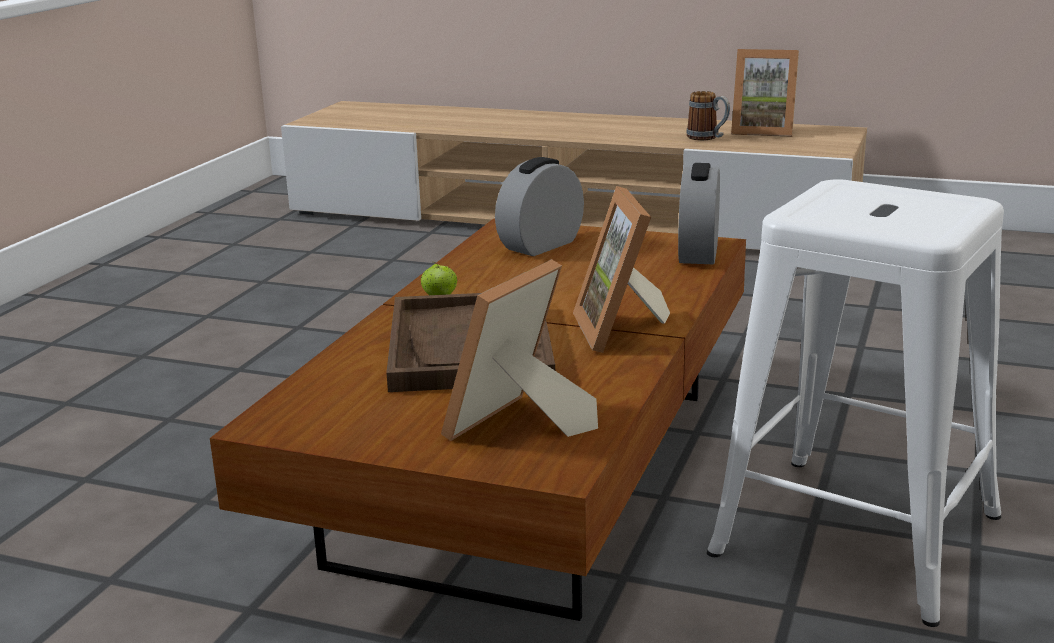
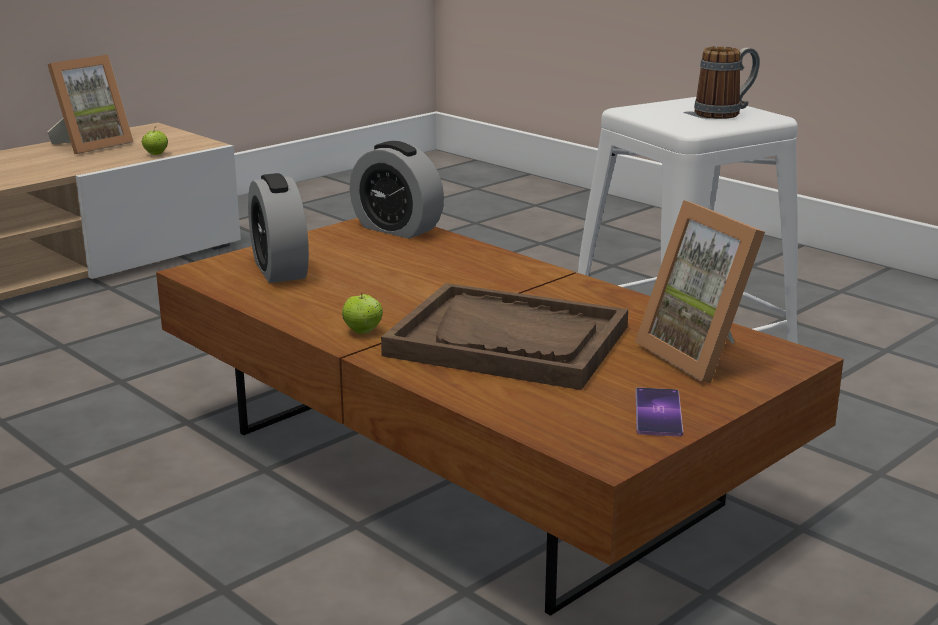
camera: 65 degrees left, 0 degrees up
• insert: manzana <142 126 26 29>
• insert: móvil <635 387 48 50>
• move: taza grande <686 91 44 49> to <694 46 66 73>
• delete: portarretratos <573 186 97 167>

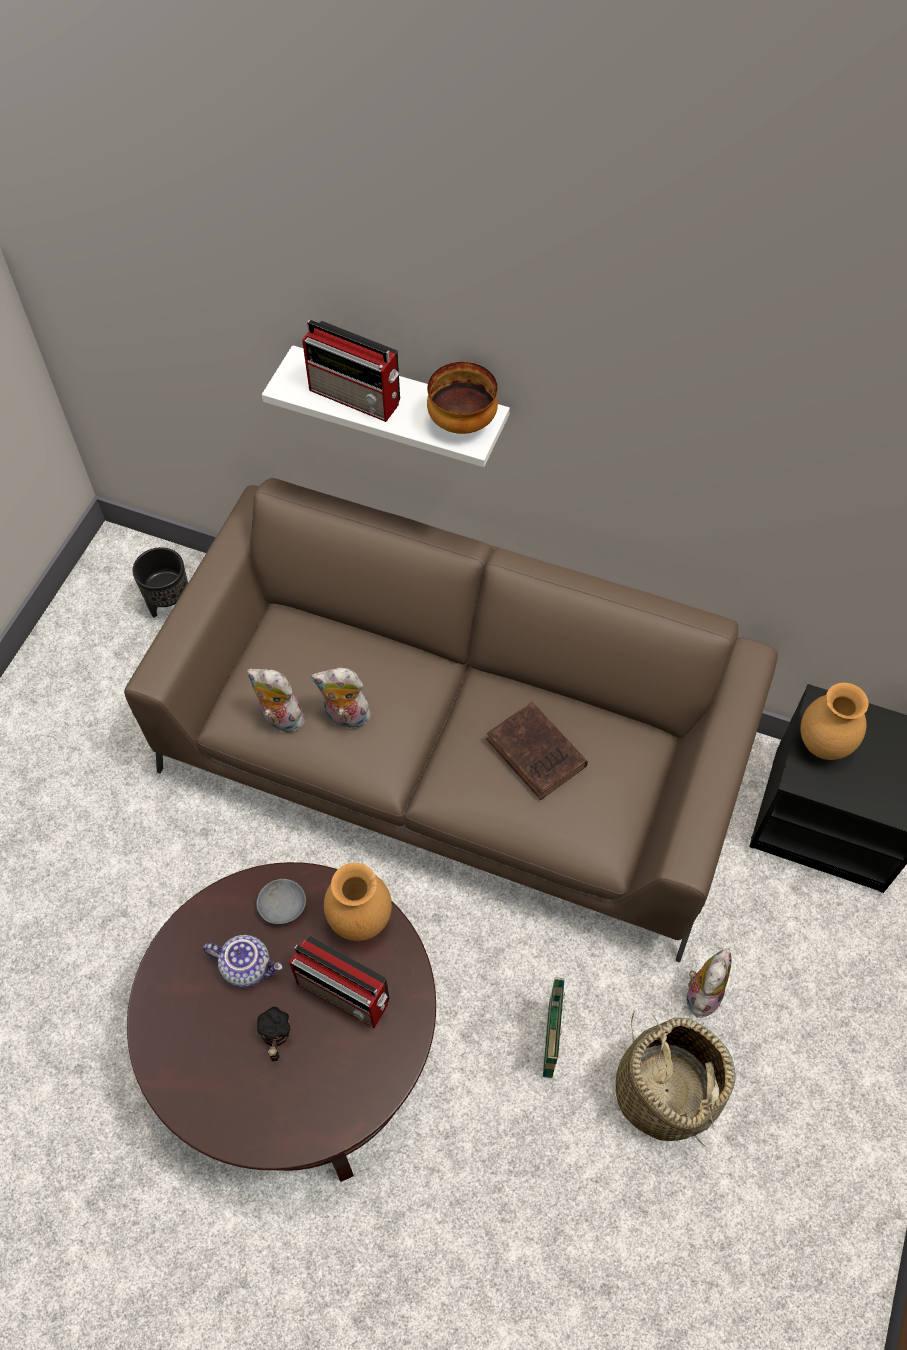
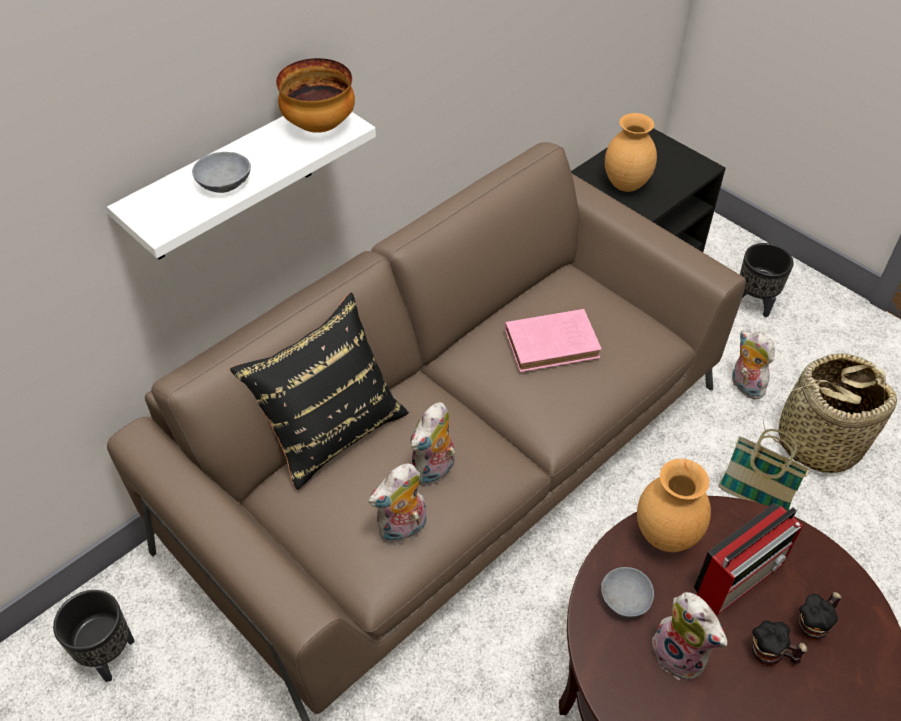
camera: 65 degrees left, 10 degrees down
• replace: radio <302 320 98 102> to cuenco/gris <192 152 59 41>
• insert: cojín/negro <230 292 179 198>
• recolor: libro/marrón <486 702 102 98> to libro/rosa <505 309 97 63>
• replace: tetera <203 935 80 53> to peluche <652 592 75 88>
• insert: maceta/negro <740 243 54 75>
• insert: taza grande <798 592 44 48>

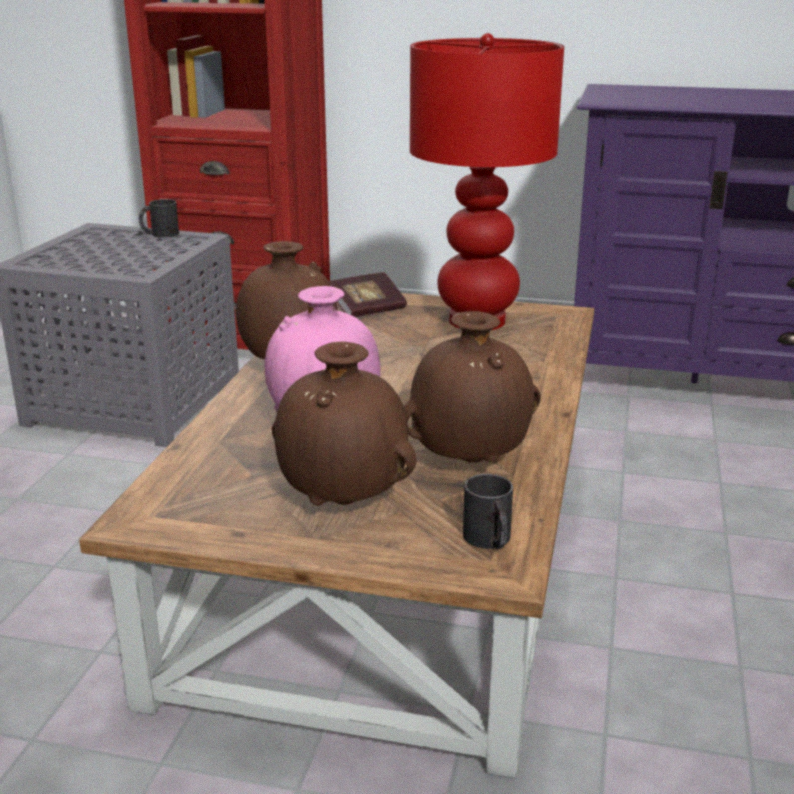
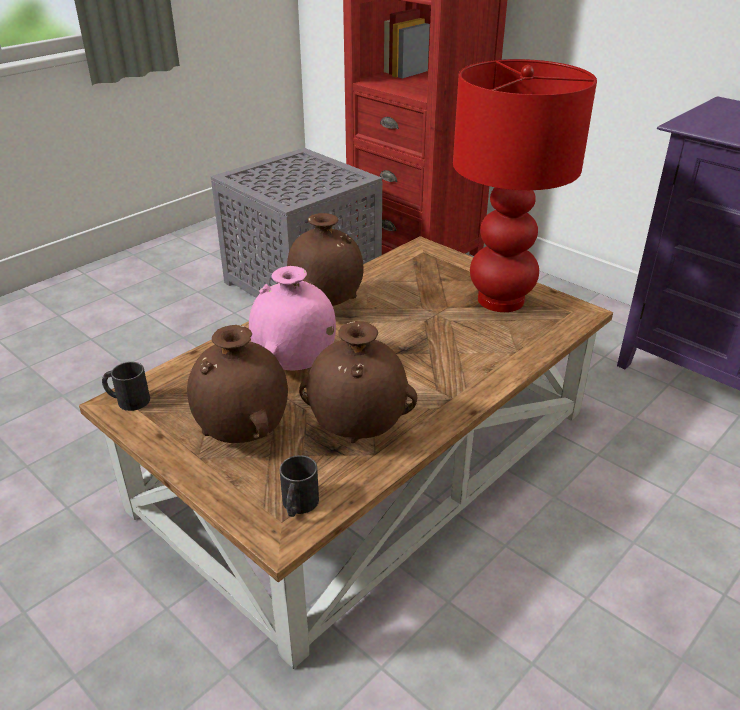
camera: 30 degrees right, 10 degrees up
• move: taza grande/negro <139 199 40 39> to <102 362 48 49>
• delete: libro <329 272 78 45>

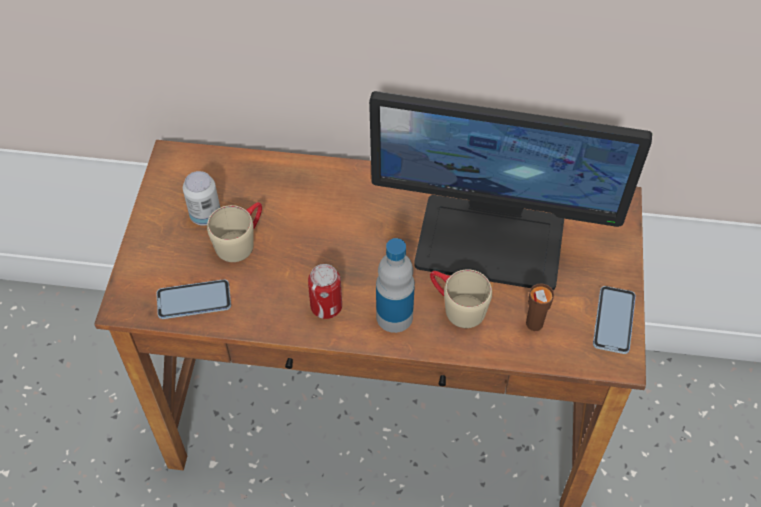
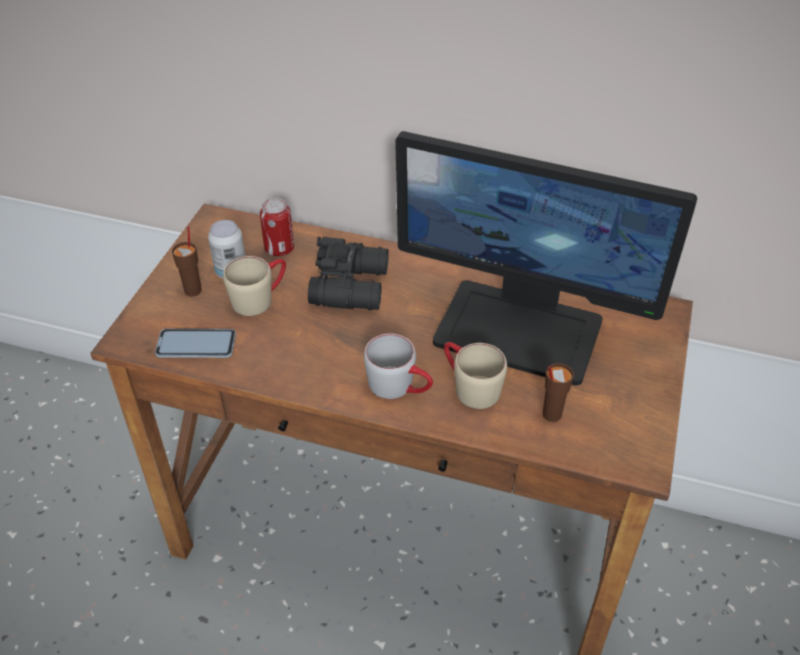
camera: 10 degrees right, 10 degrees down
• insert: taza/marrón <172 226 30 71>
• move: lata <308 264 34 55> to <260 198 34 58>
• insert: prismáticos/negro <308 237 81 74>
• replace: botella <376 238 39 95> to taza grande/gris <364 334 69 65>
• delete: móvil <593 286 43 68>

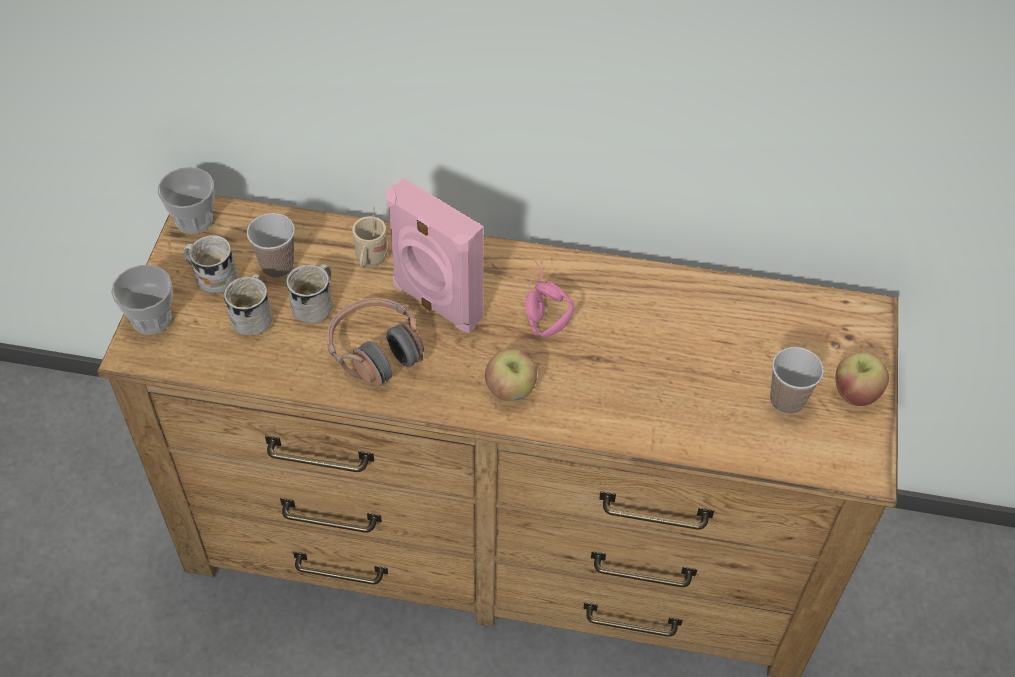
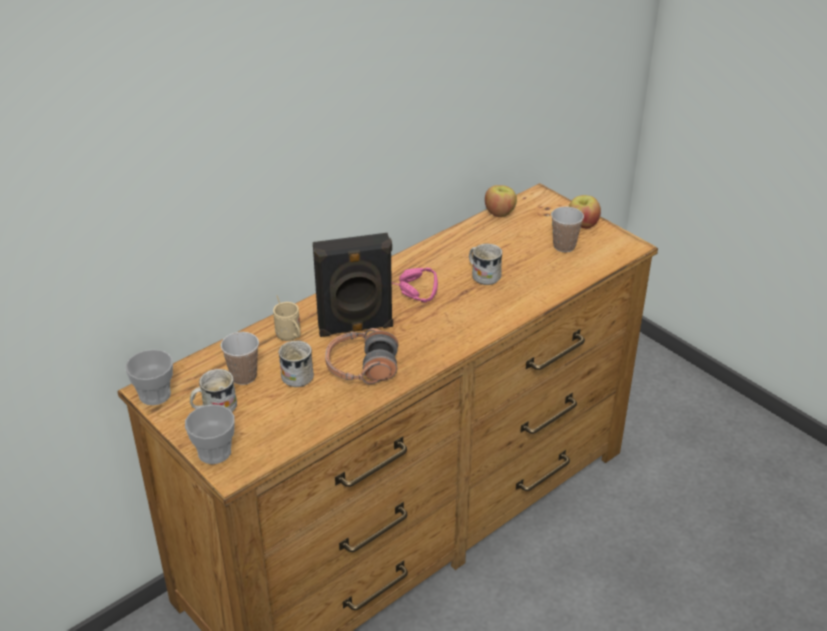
camera: 50 degrees left, 15 degrees down
• recolor: altavoz/rosa <386 178 98 155> to altavoz/negro <313 233 80 104>
• move: taza grande/blanco <224 275 49 61> to <469 244 33 41>
• move: manzana <485 348 52 53> to <485 185 32 32>

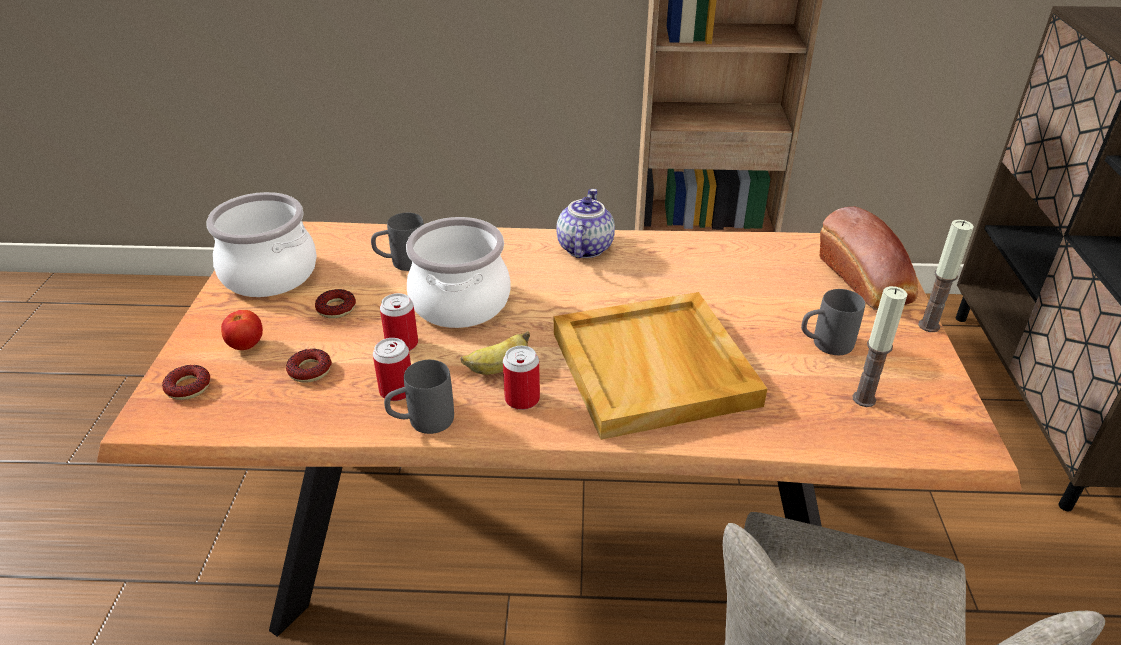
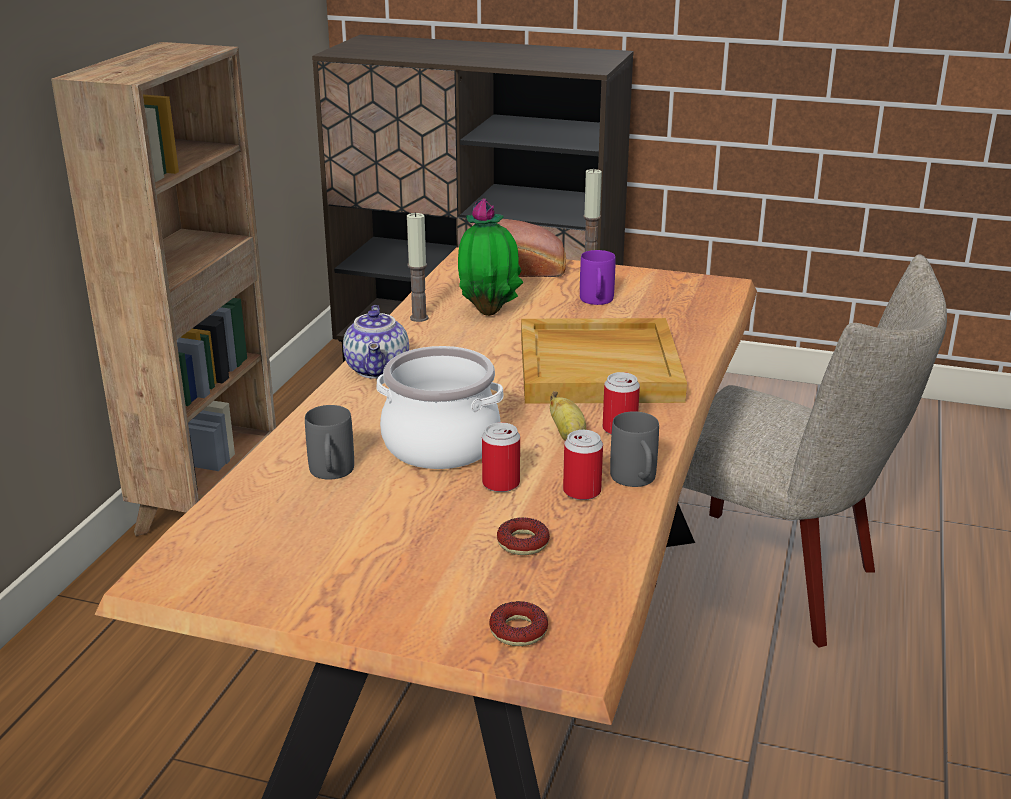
camera: 75 degrees left, 10 degrees down
• rotate: tetera <557 189 58 69> = <343 305 66 74> 120 degrees counterclockwise
• move: vela <853 286 54 121> to <407 212 22 110>
• insert: planta en maceta <458 198 65 118>
• recolor: taza grande/gris <801 289 64 66> to taza grande/morado <580 250 35 55>
• delete: olla <206 192 111 105>
• delete: tomate <221 310 42 40>
• delete: rosquilla <315 289 41 29>

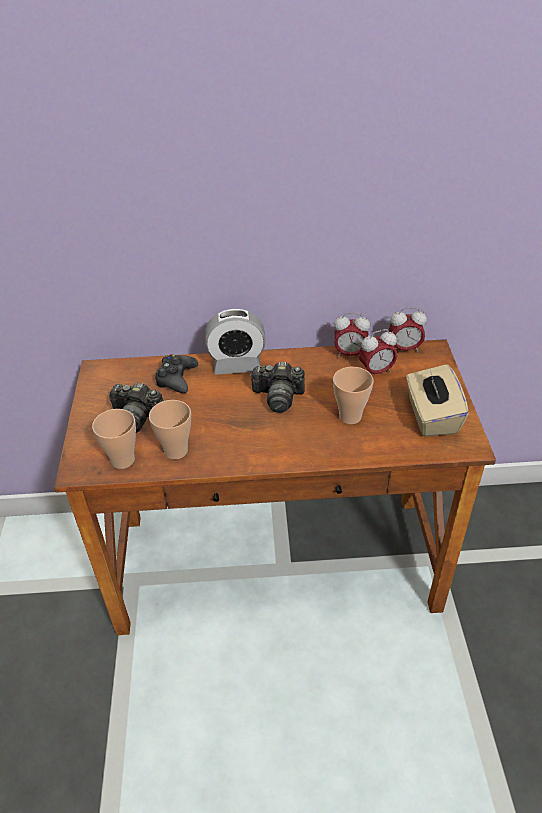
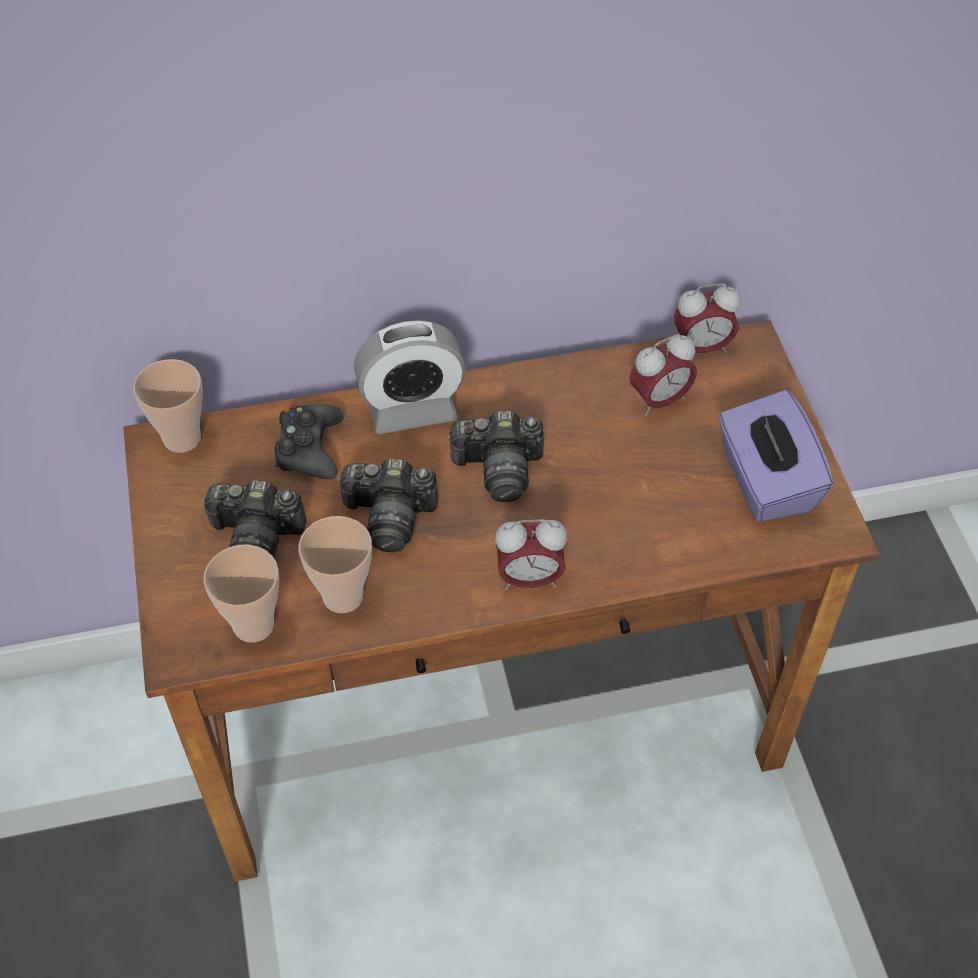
camera: 10 degrees left, 10 degrees up
• move: taza <333 367 41 57> to <133 359 69 94>
• insert: cámara <337 459 101 93>
• move: despertador <334 313 36 44> to <495 519 72 71>
• recolor: caja de pañuelos/beis <406 364 63 73> to caja de pañuelos/morado <719 390 114 132>

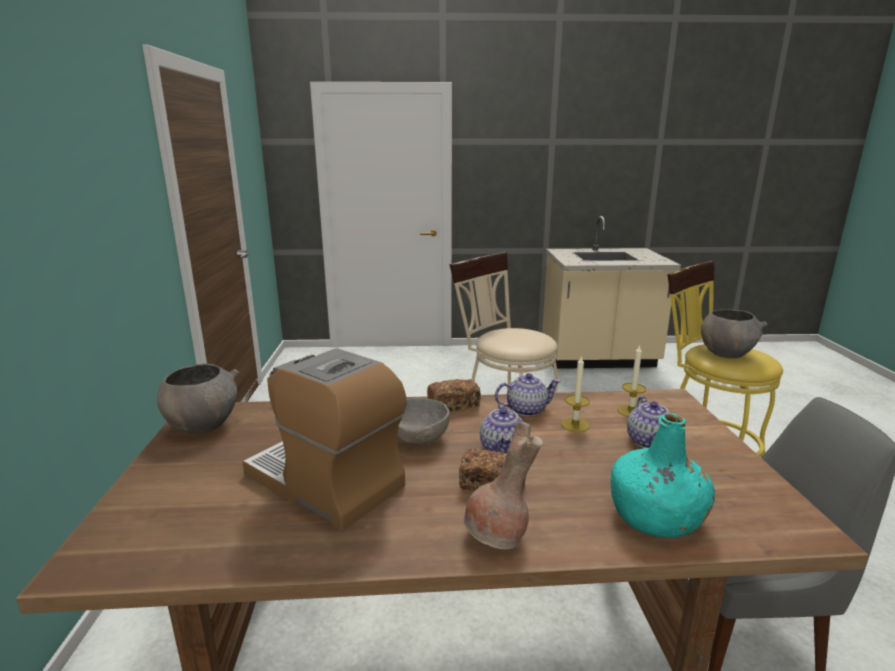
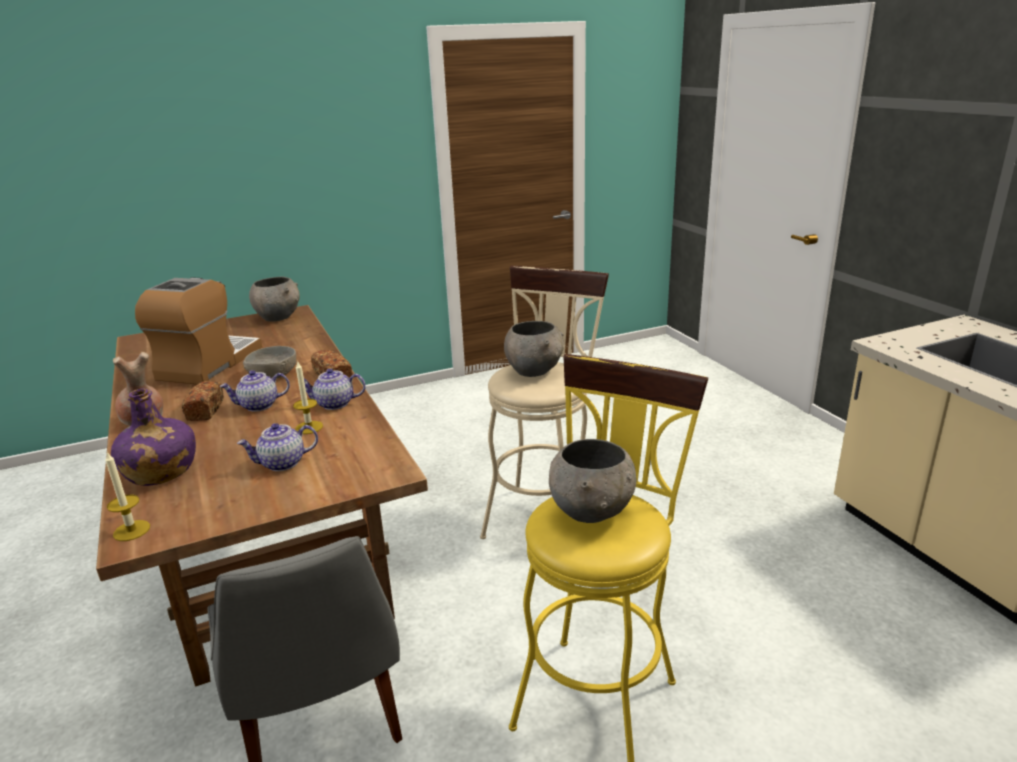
camera: 70 degrees right, 5 degrees up
• move: vela <617 345 29 72> to <105 452 45 89>
• recolor: botella/turquesa <611 413 104 125> to botella/morado <111 388 85 98>
• rotate: tetera <495 373 66 43> = <304 368 62 42> 120 degrees clockwise
• insert: cuenco/gris <504 321 60 56>

